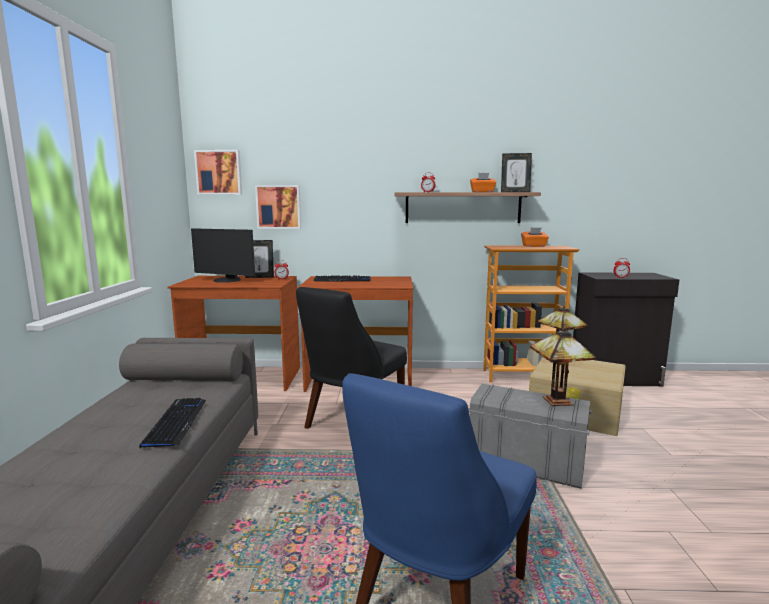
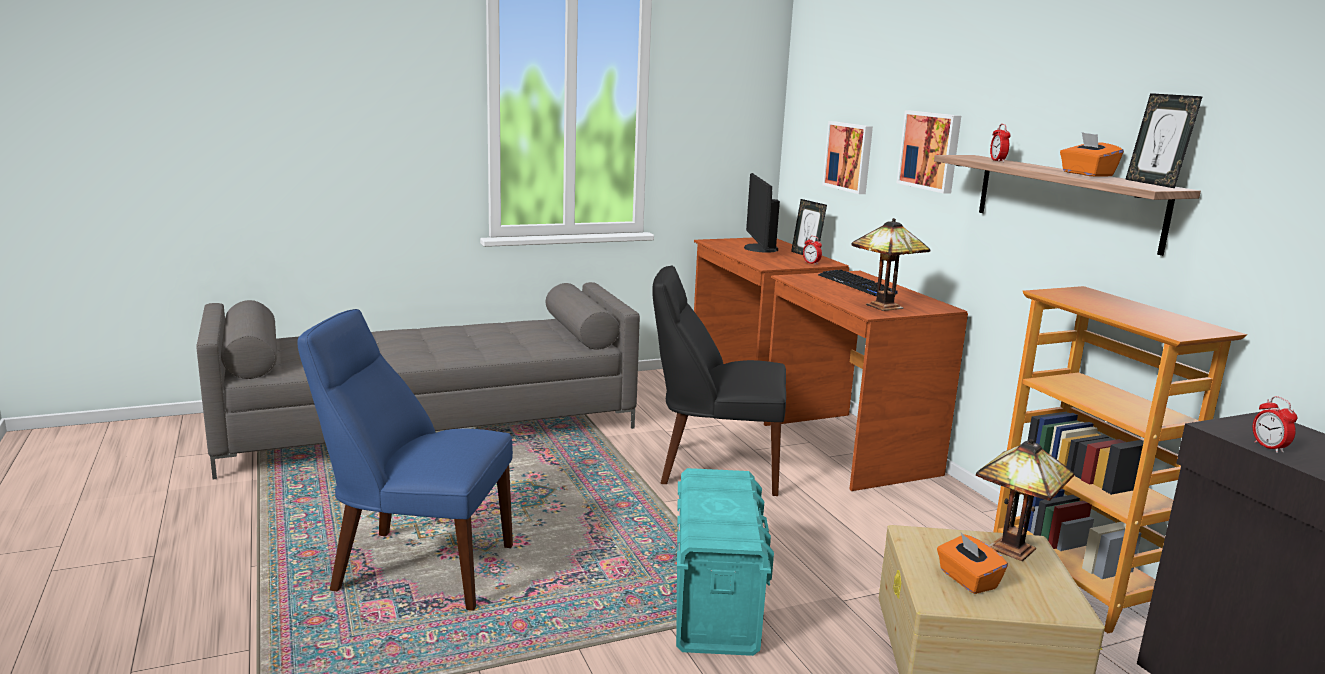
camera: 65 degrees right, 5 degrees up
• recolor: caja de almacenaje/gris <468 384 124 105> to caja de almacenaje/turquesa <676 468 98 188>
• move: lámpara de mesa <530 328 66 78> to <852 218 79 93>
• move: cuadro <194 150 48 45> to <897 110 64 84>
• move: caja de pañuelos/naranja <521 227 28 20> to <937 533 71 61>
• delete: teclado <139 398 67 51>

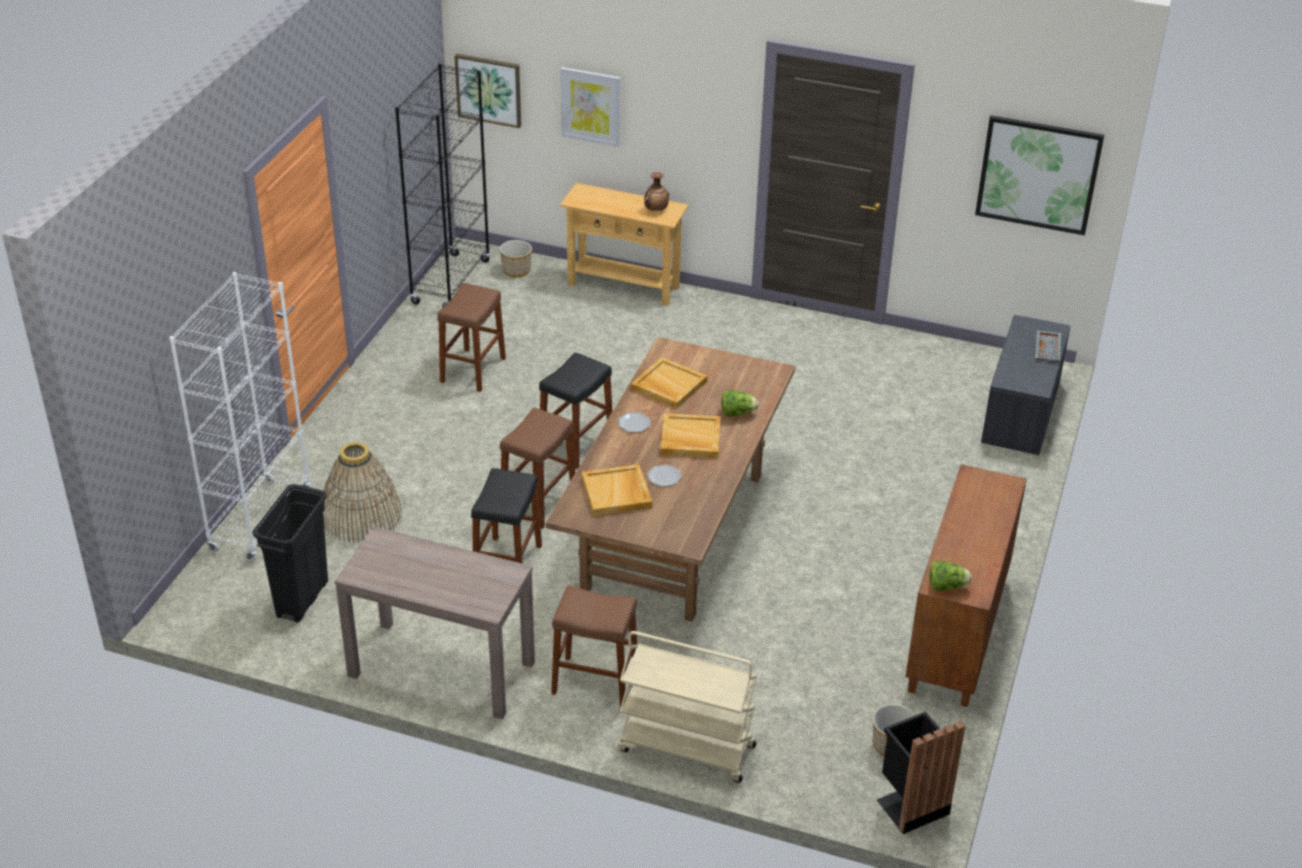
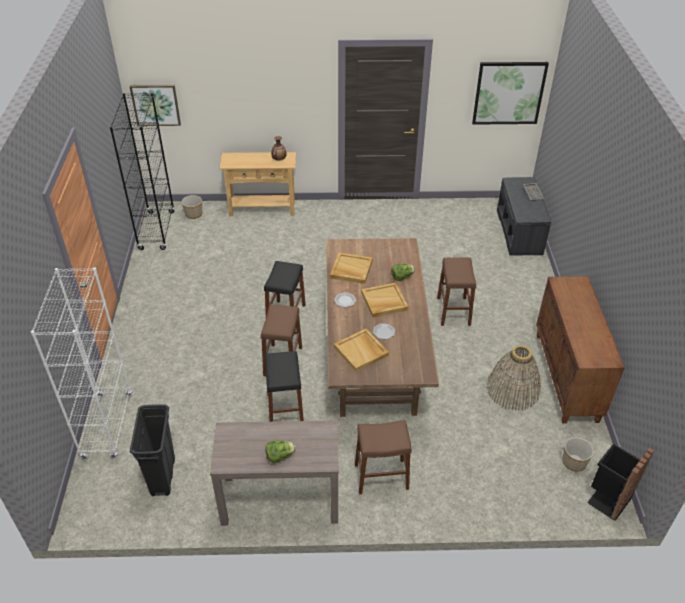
camera: 20 degrees left, 5 degrees up
• move: lechuga <929 561 43 30> to <265 441 31 22>
• move: taburete/marrón <437 283 69 109> to <437 258 39 68>
• move: cesta <324 442 78 101> to <487 345 54 66>
• delete: cuadro <560 67 60 80>
• delete: carrito/beis <618 631 139 152>

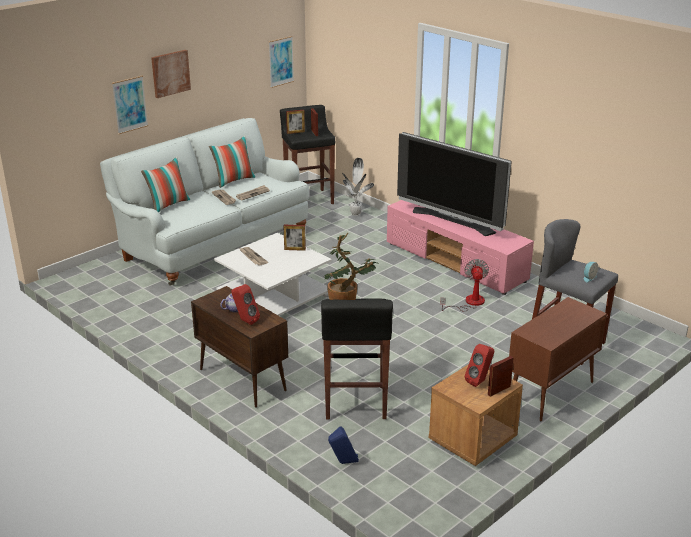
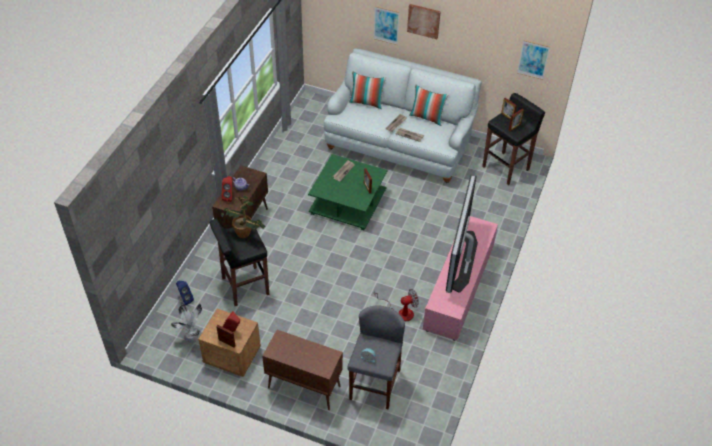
camera: 65 degrees right, 20 degrees up
• move: planta en maceta <342 158 32 58> to <171 304 31 39>
• recolor: mesa de centro/blanco <214 233 118 83> to mesa de centro/verde <308 154 79 76>

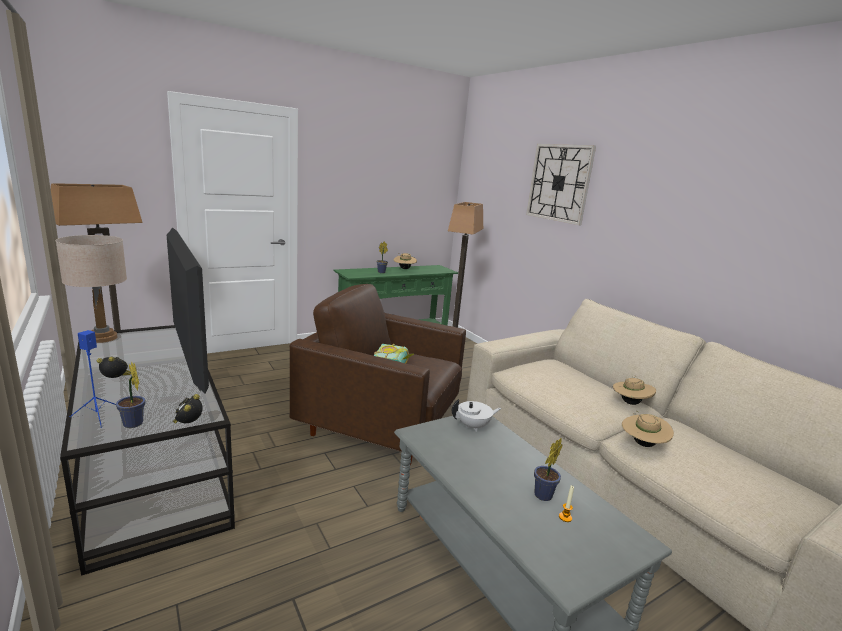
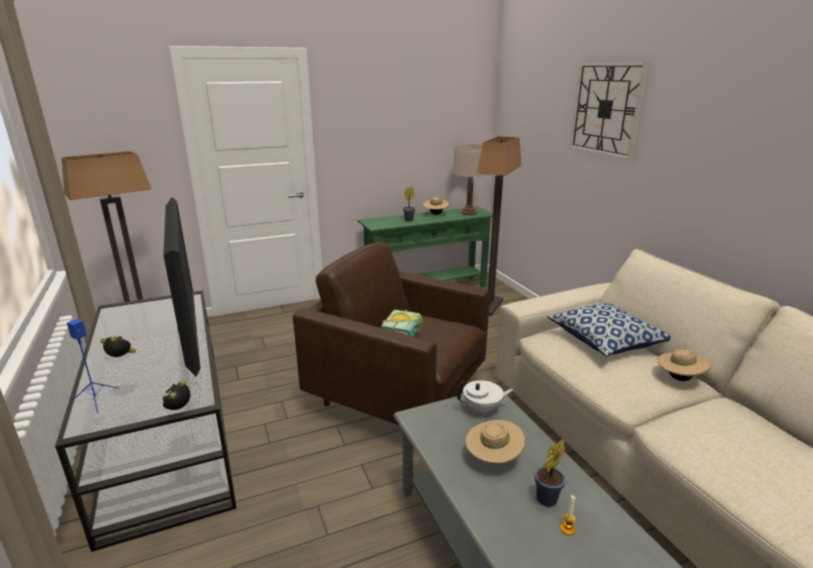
camera: 10 degrees right, 5 degrees up
• move: lámpara de mesa/beis <55 235 72 108> to <453 144 35 71>
• move: sombrero/beis <622 411 52 36> to <465 418 60 46>
• insert: cojín <547 303 124 53>
• delete: planta en maceta <116 361 29 67>

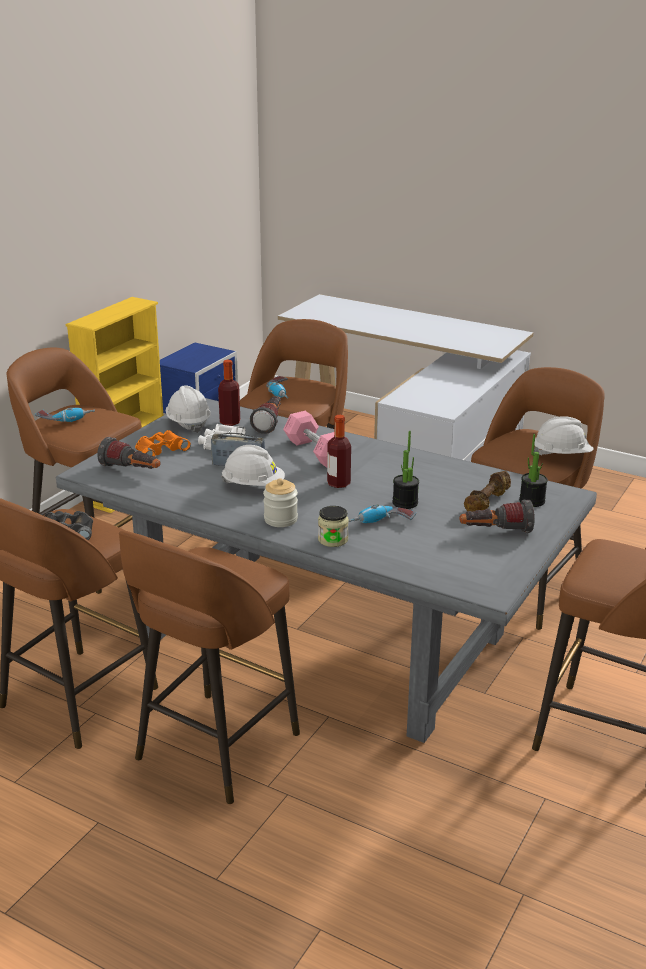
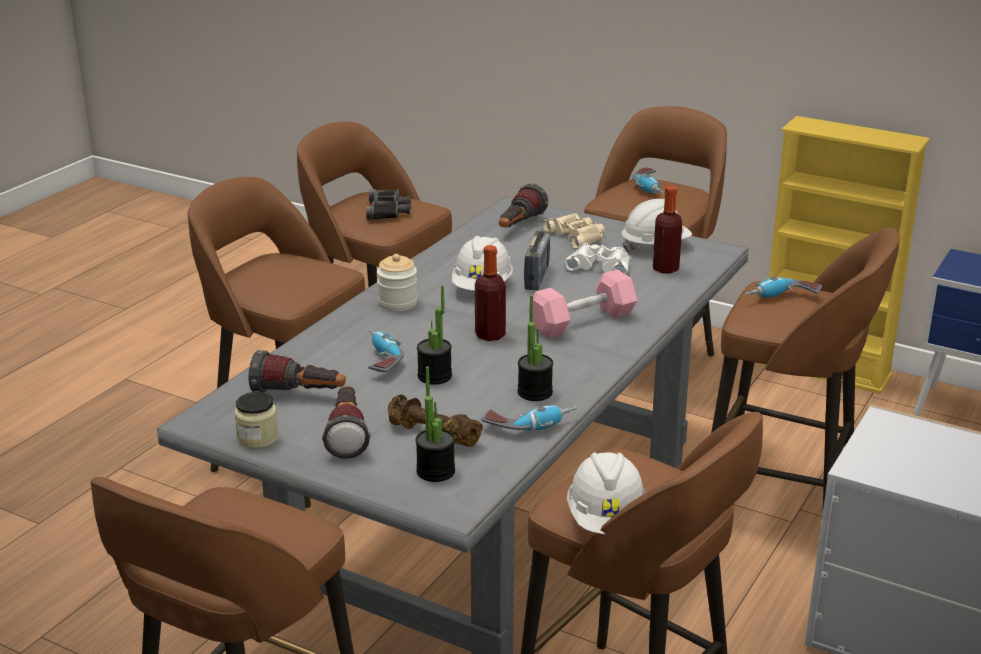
camera: 90 degrees right, 0 degrees up
• move: tarro <318 506 31 41> to <234 392 45 57>
• move: linterna <250 396 31 38> to <248 350 98 42>
• insert: taladro <482 405 95 26>
• insert: planta en maceta <517 295 36 106>
• recolor: prismáticos/naranja <135 430 56 26> to prismáticos/beis <543 213 62 36>

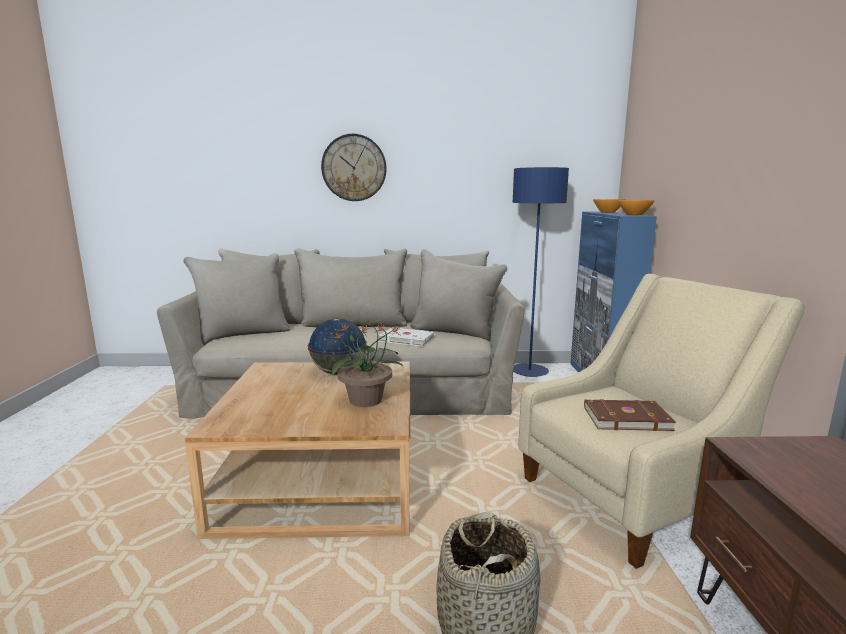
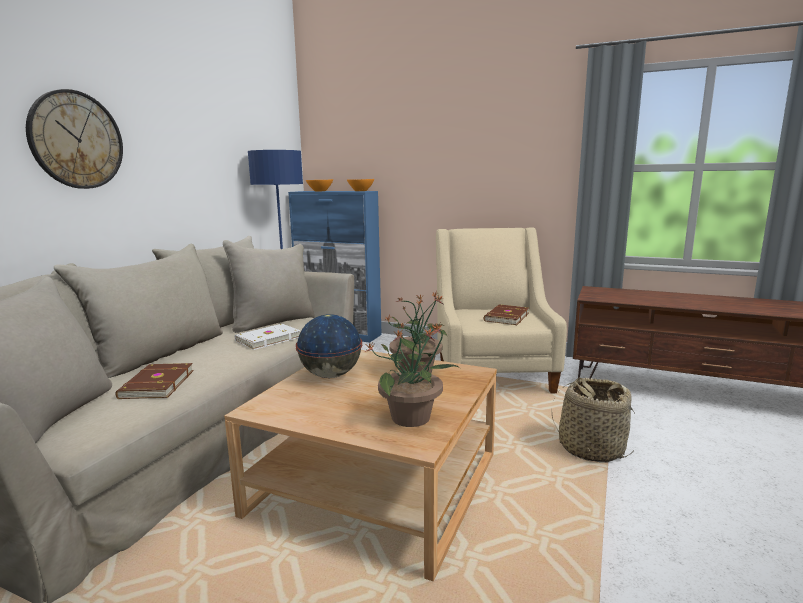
camera: 65 degrees left, 0 degrees up
• insert: libro/marrón <115 363 79 36>
• insert: planta en maceta <365 323 95 104>

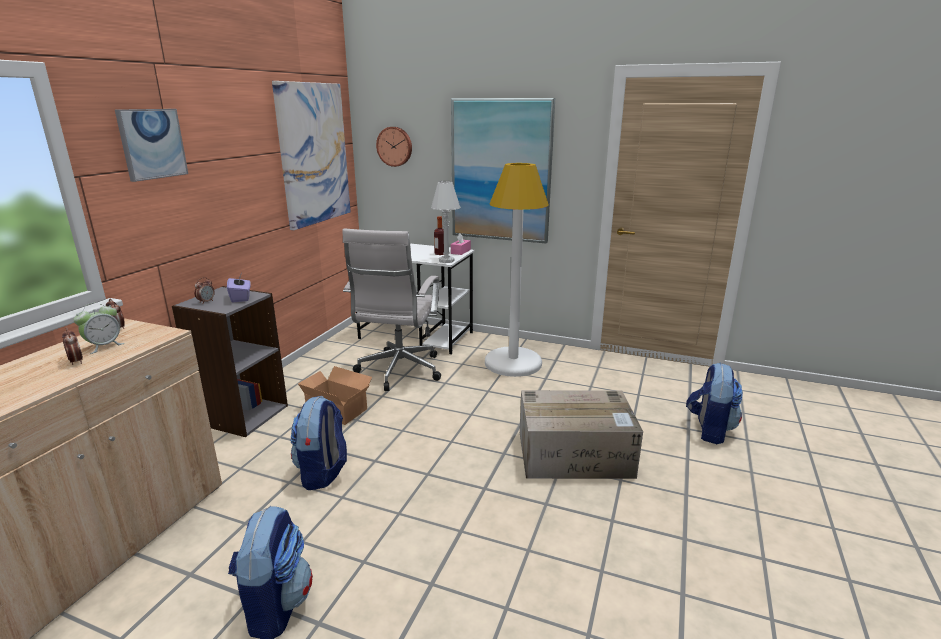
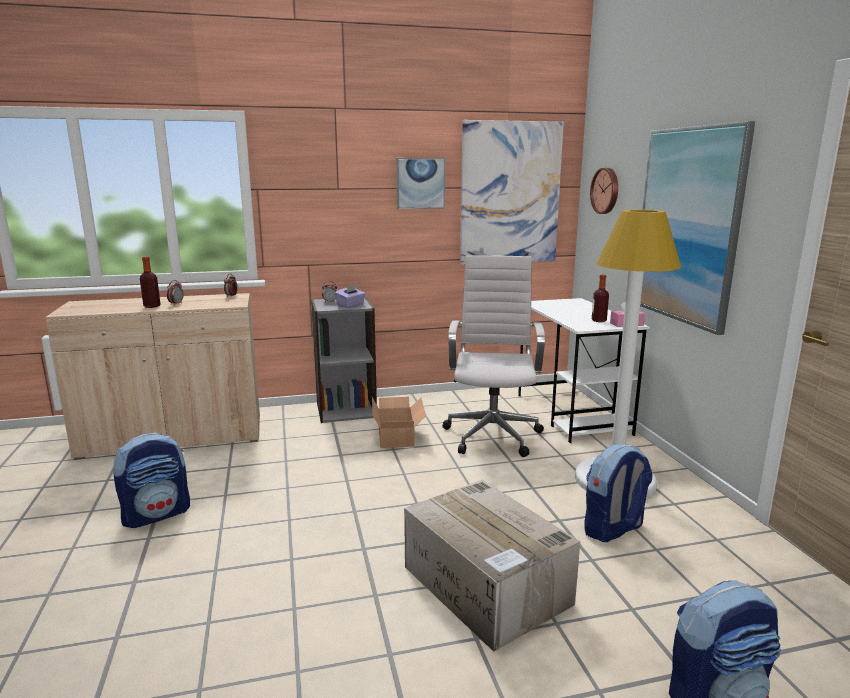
camera: 55 degrees right, 5 degrees down
• insert: botella <140 256 21 52>
• move: cuadro <115 109 73 73> to <396 158 49 51>
• rotate: silla de oficina/blanco <343 229 98 162> = <443 255 102 202> 120 degrees clockwise
• move: mochila <291 396 56 94> to <585 444 68 98>
• delete: despertador <74 302 51 52>
• delete: lámpara de mesa/blanco <431 181 30 82>

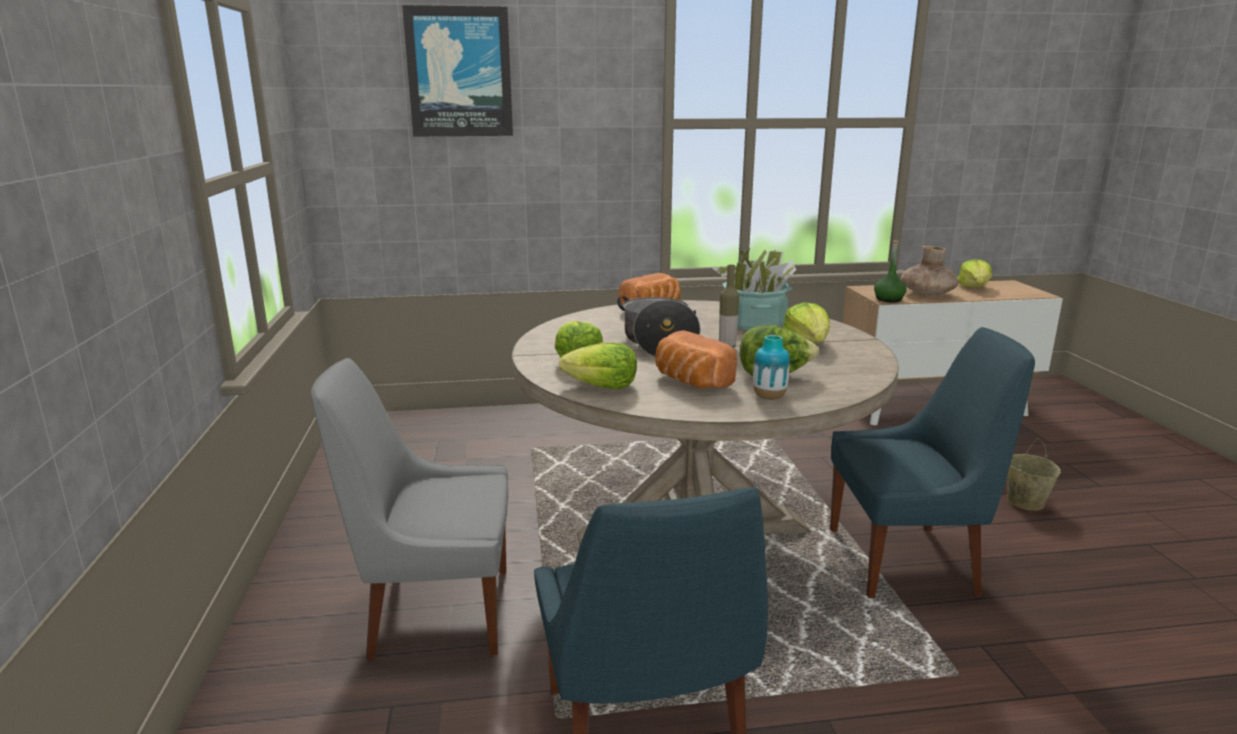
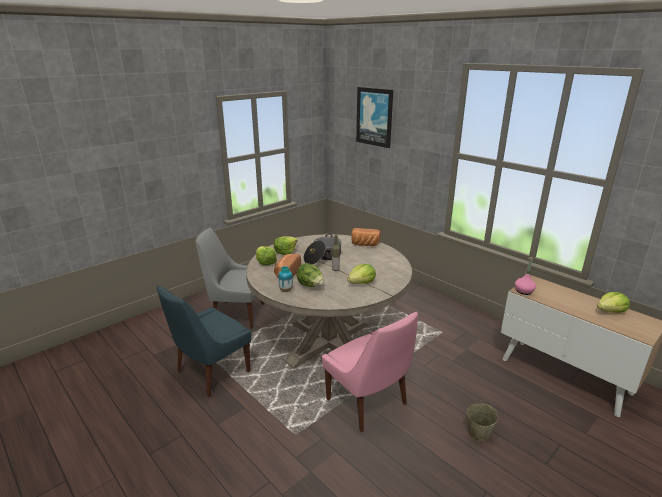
camera: 55 degrees right, 5 degrees up
• rotate: silla/gris <311 358 197 303> = <195 228 69 101> 45 degrees counterclockwise
• recolor: silla/azul <830 327 205 271> to silla/rosa <322 312 96 120>
• recolor: botella/verde <874 240 33 62> to botella/rosa <515 257 21 38>
• delete: planta en maceta <711 249 85 81>
• delete: florero/marrón <901 245 58 52>

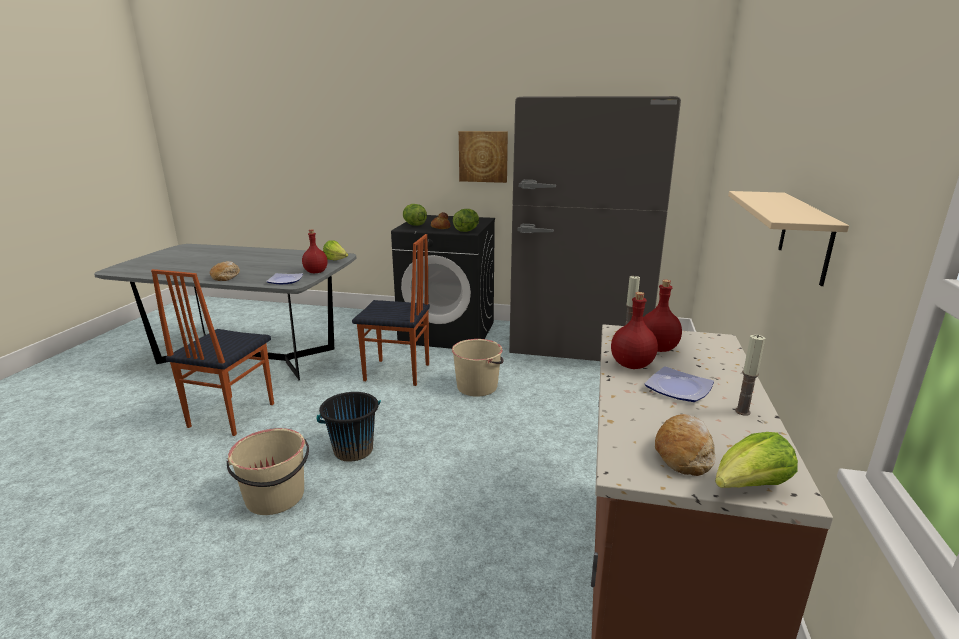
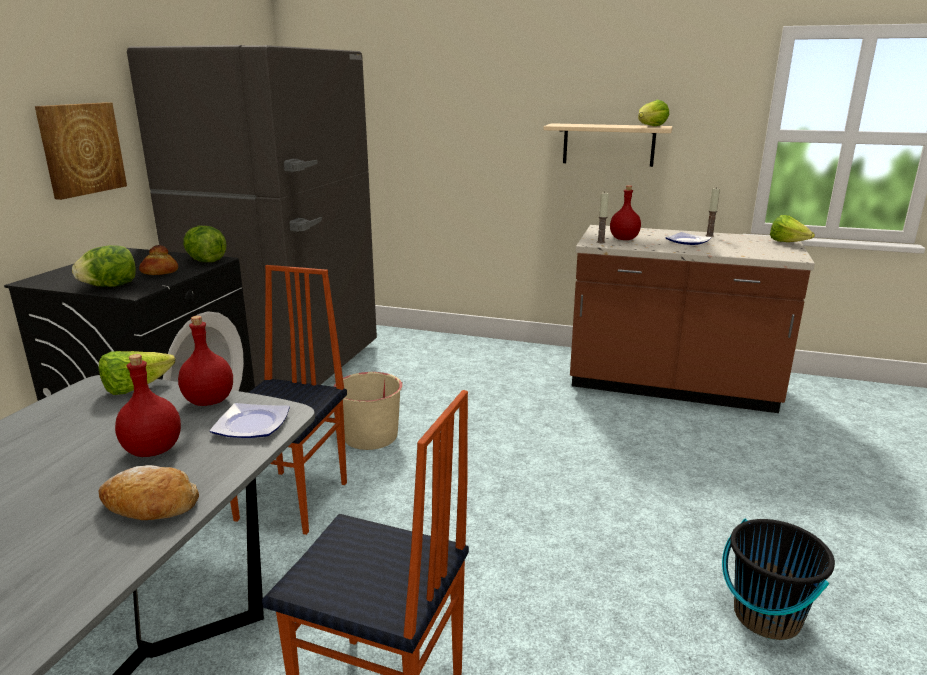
camera: 85 degrees left, 0 degrees up
• move: botella/rojo <611 292 47 77> to <115 354 66 103>
• insert: lechuga <638 100 31 26>
• move: cubo/negro <316 392 65 70> to <722 519 113 121>
• delete: cubo/beis <226 428 83 87>
• delete: pan <655 414 60 62>

